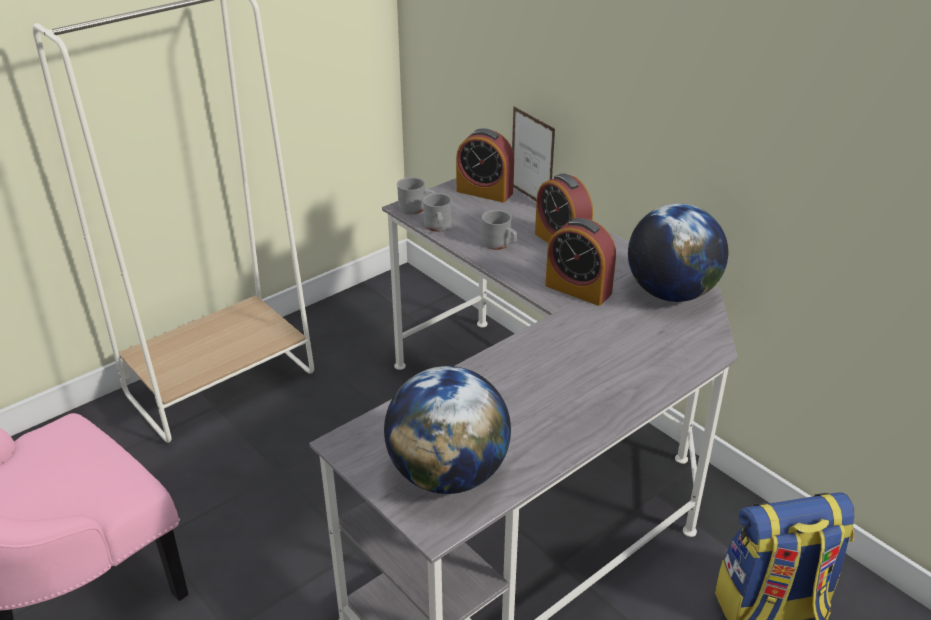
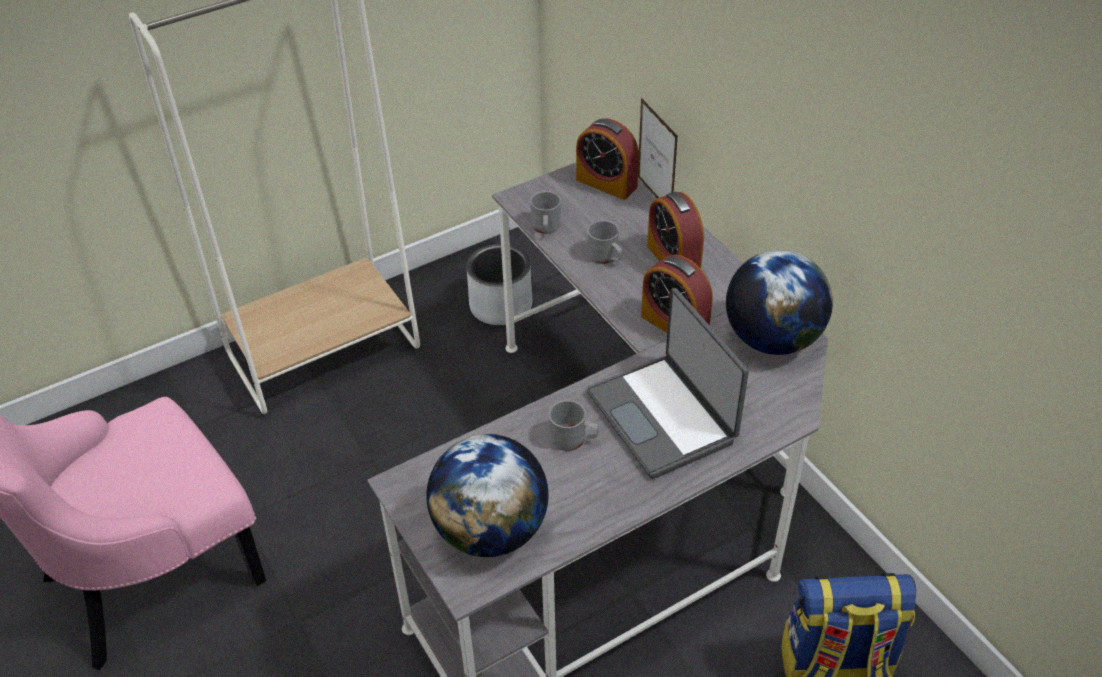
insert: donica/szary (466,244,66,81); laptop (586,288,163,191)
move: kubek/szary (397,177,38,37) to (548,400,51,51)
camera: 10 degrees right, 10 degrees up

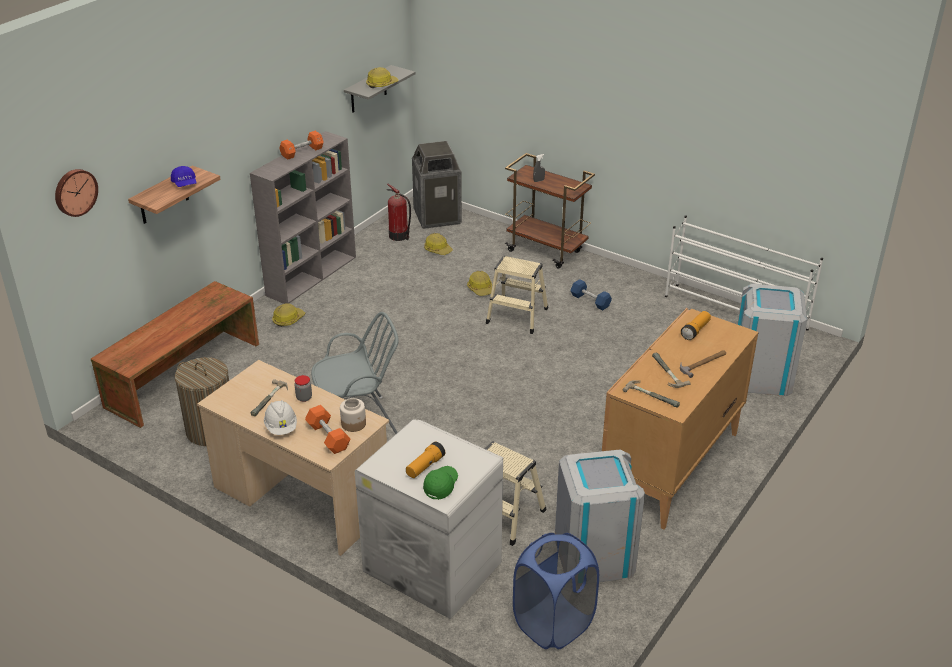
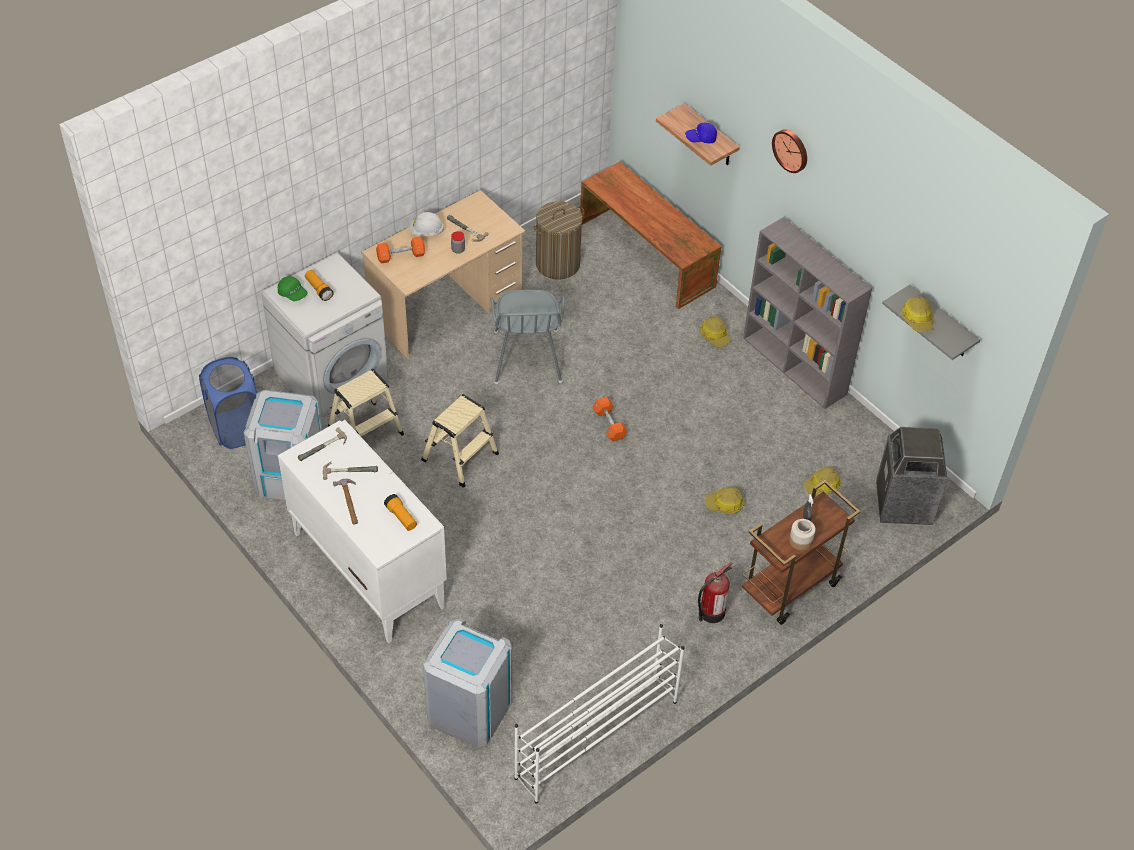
delete: hantel/niebieski (571,279,41,31)
move: drabinka/beżowy (486,255,62,79) to (421,394,78,94); hantel/pomarańczowy (279,131,45,29) to (592,397,36,45); gaśnica (387,183,24,58) to (698,562,34,61); zegar ścienny (55,169,43,48) to (772,129,35,44); słoik (340,398,26,34) to (789,519,27,31)
recolor: szafka/brązowy (602,308,157,221) to szafka/biały (278,419,169,225)
camera: 105 degrees right, 15 degrees up

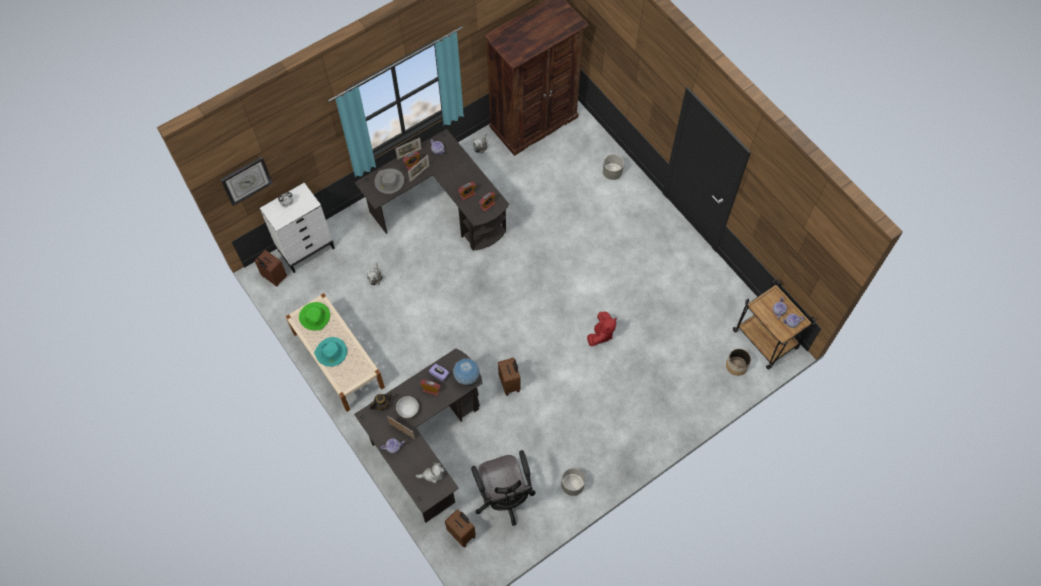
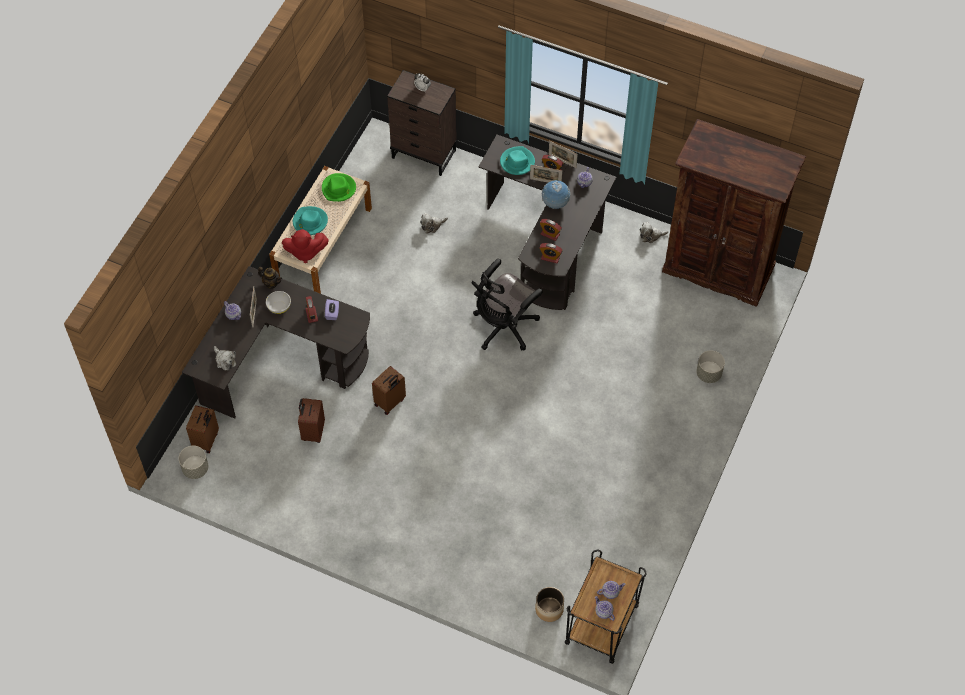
delete: zegar ścienny (220,157,53,49)
move: donica/szary (561,468,24,28) to (179,445,29,34); pluszak/czerwony (587,312,29,34) to (282,229,47,34); walizka/brązowy (254,250,33,37) to (298,398,27,45); krzesło biurowe (471,450,64,76) to (472,259,71,92); globus (453,358,26,27) to (541,180,29,29)
recolor: komoda/biały (259,182,76,91) to komoda/brązowy (387,70,70,106); kapelusz/szary (374,168,30,26) to kapelusz/turkusowy (500,146,35,29)
camera: 60 degrees right, 5 degrees down

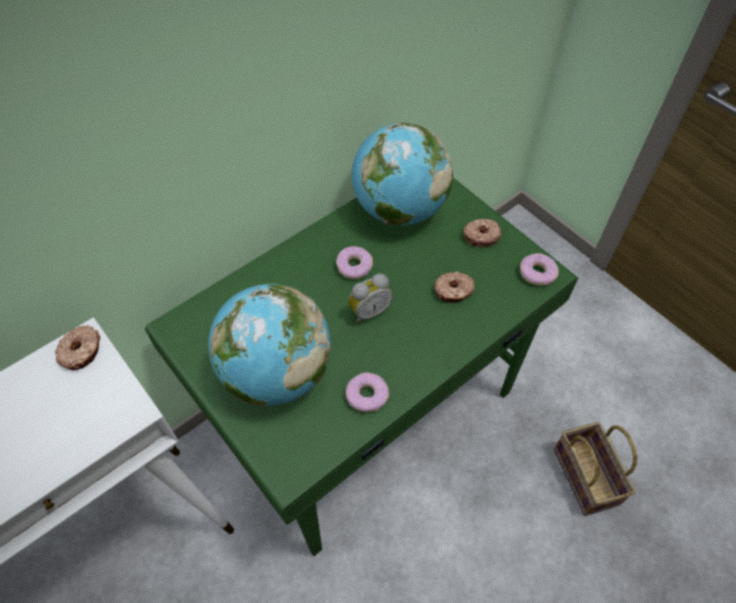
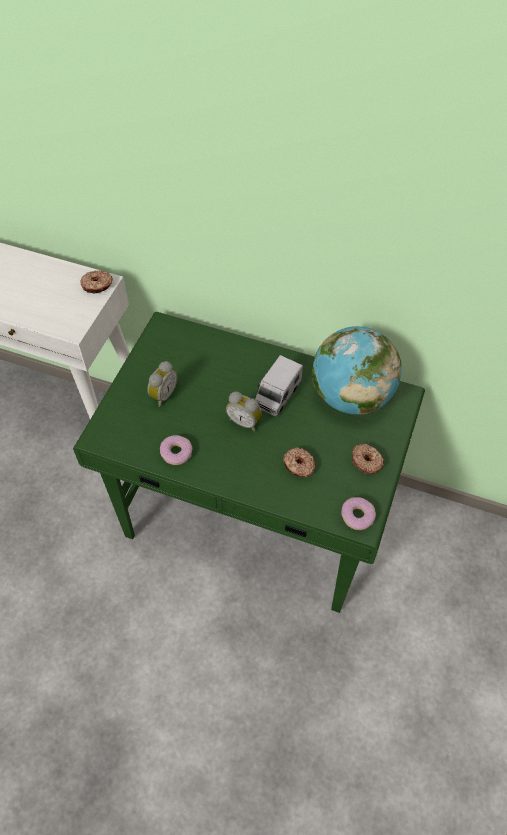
delete: koszyk (554,422,83,94)
replace: globus (208,284,123,122) to budzik (147,361,31,46); donut (336,246,37,33) to ciężarówka zabawkowa (255,355,48,61)
camera: 60 degrees right, 0 degrees up

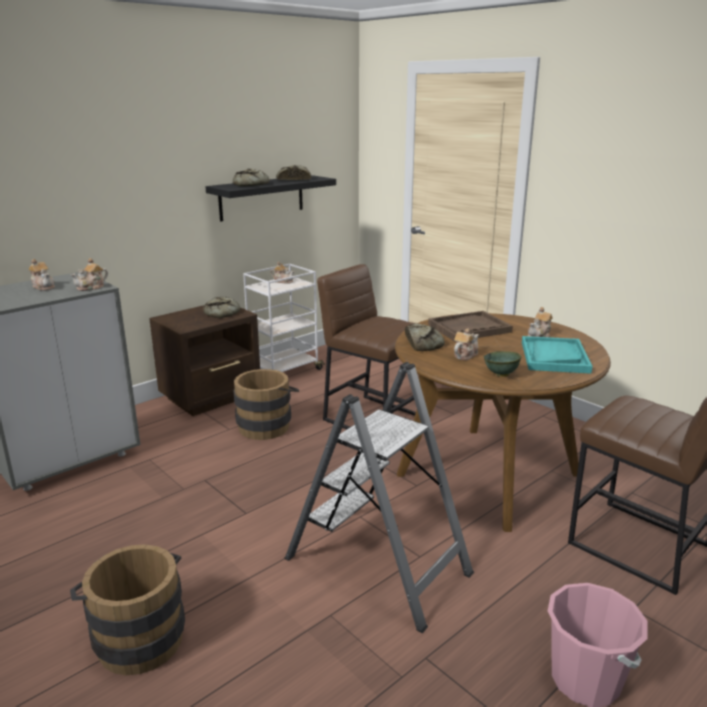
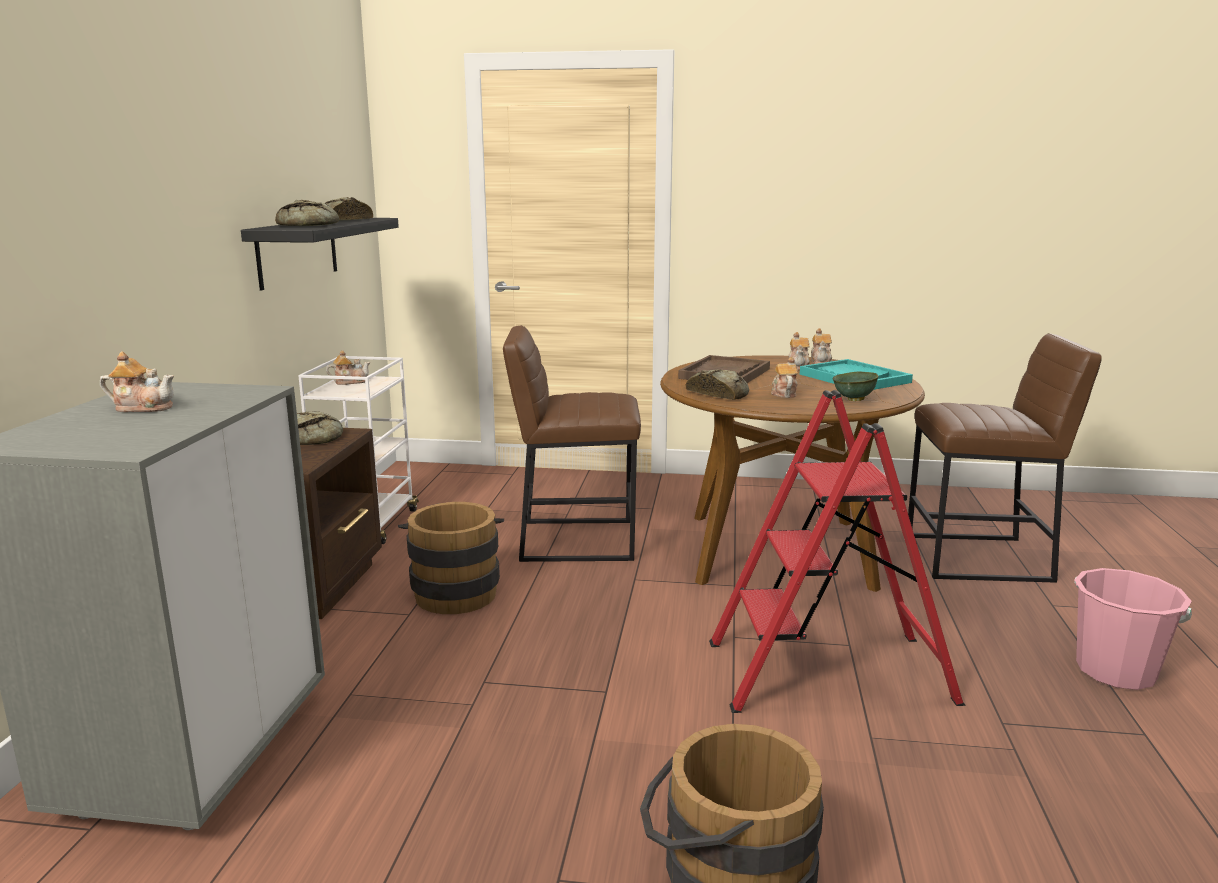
move: imbryk (71,258,37,33) to (811,328,21,36)
recolor: drabinka/szary (284,362,190,271) to drabinka/czerwony (709,390,256,323)
camera: 40 degrees left, 5 degrees down

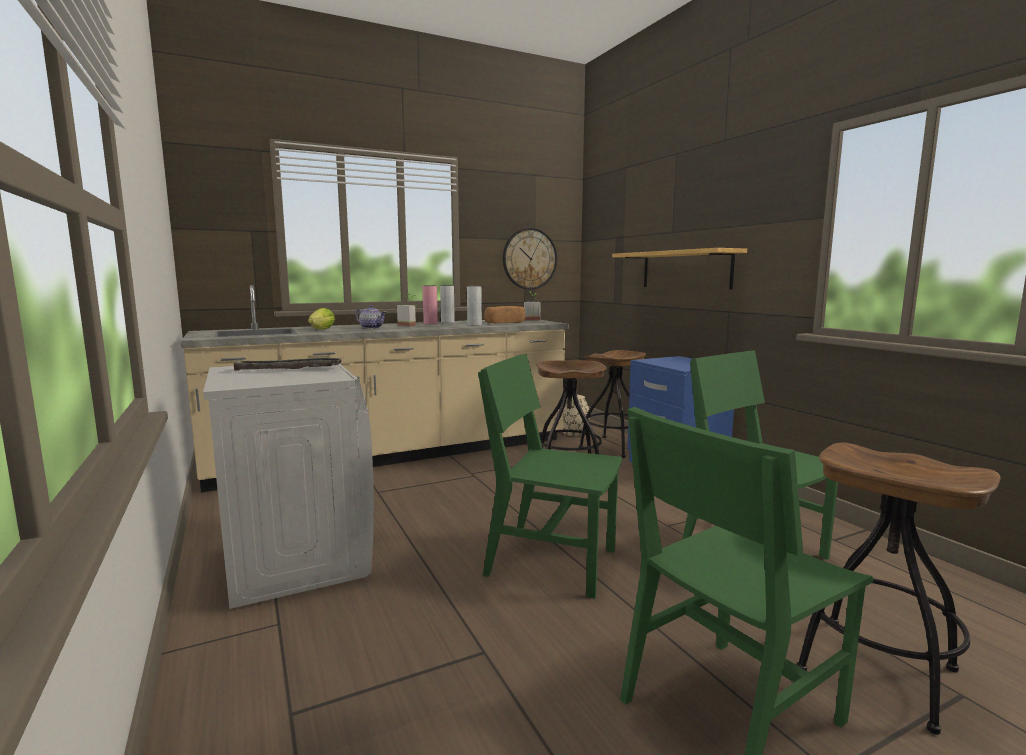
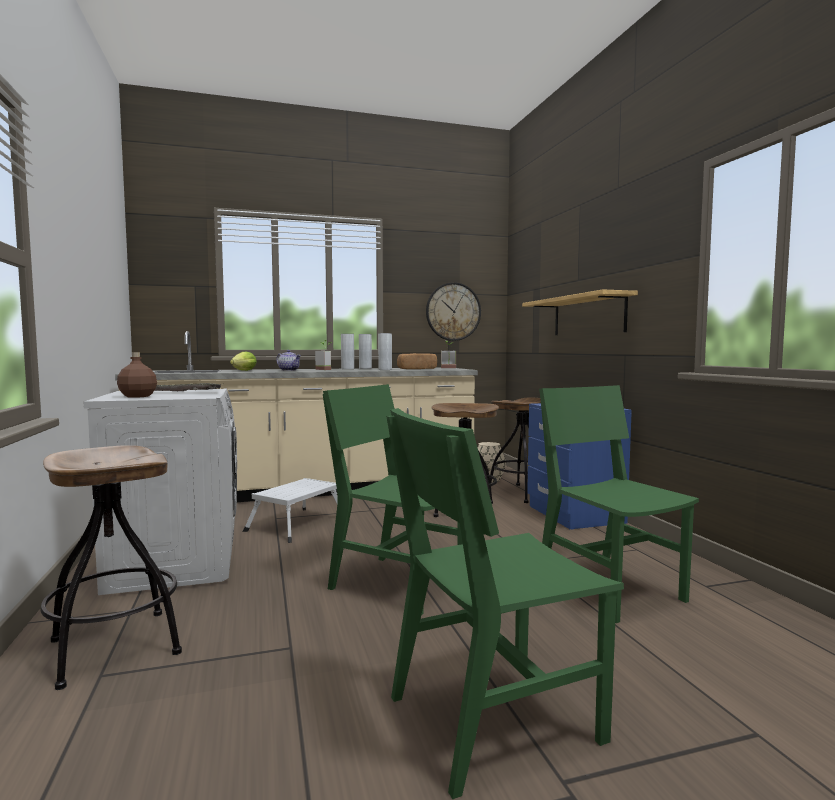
insert: butelka/brązowy (117,352,40,46); drabinka/biały (242,478,96,65)
move: stołek/brązowy (796,443,205,292) to (40,445,142,245)
recolor: wazon/różowy (423,286,15,38) to wazon/szary (341,334,13,35)
camera: 10 degrees right, 5 degrees down

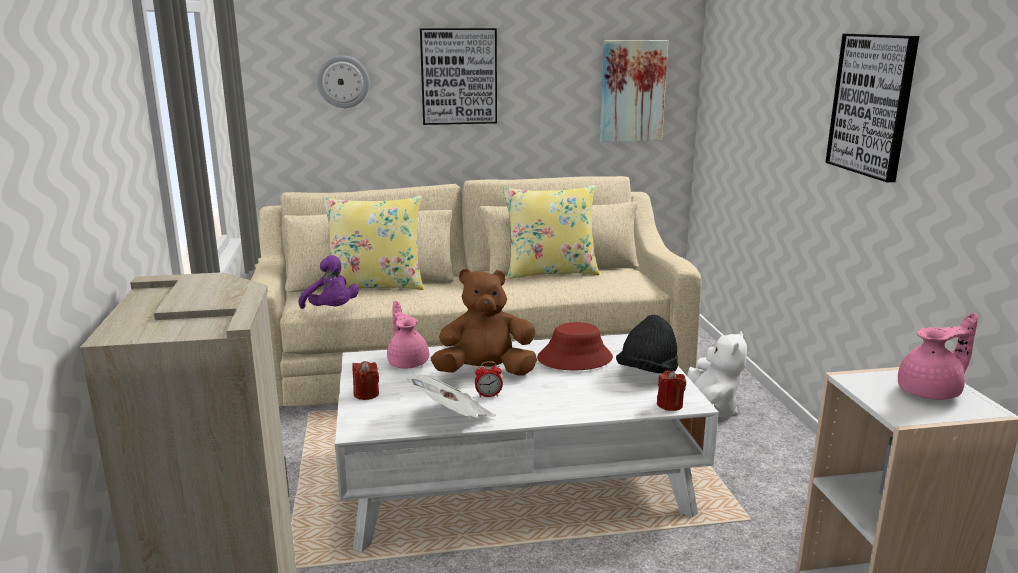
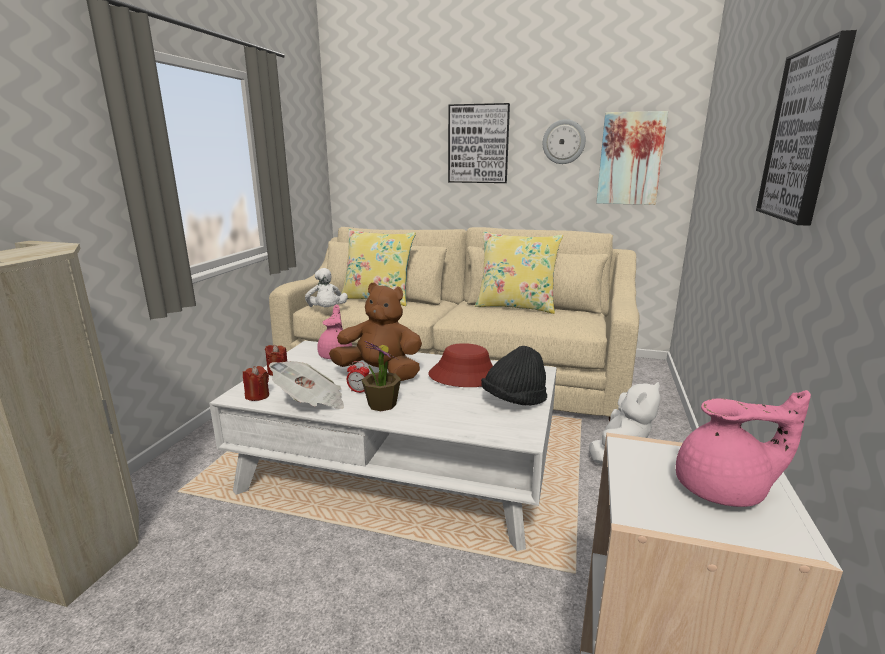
insert: roślina doniczkowa (362,341,39,70)
move: świeca/czerwony (657,371,29,40) to (243,366,26,35); zegar ścienny (317,55,52,53) to (543,119,43,45)
recolor: pluszak/fioletowy (299,255,60,54) to pluszak/biały (305,268,43,39)
camera: 25 degrees right, 0 degrees up

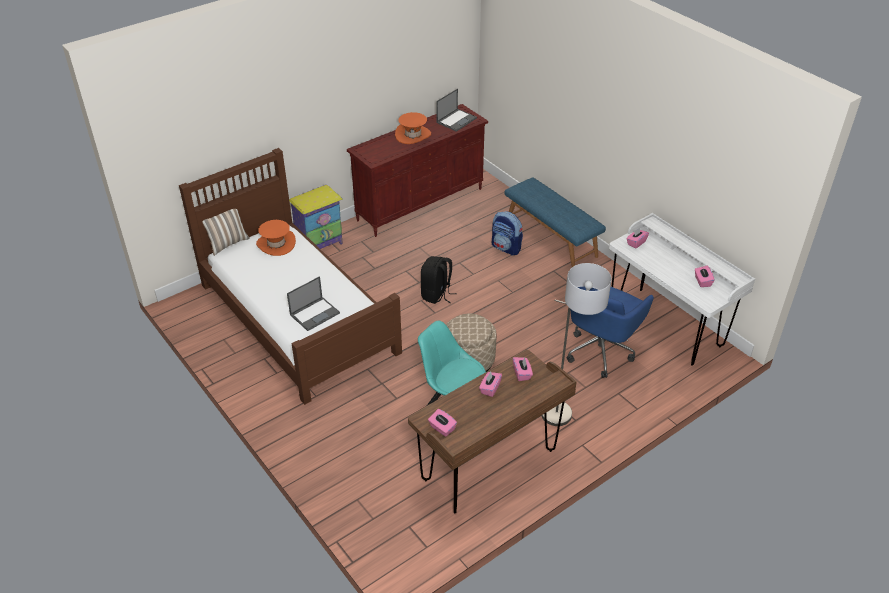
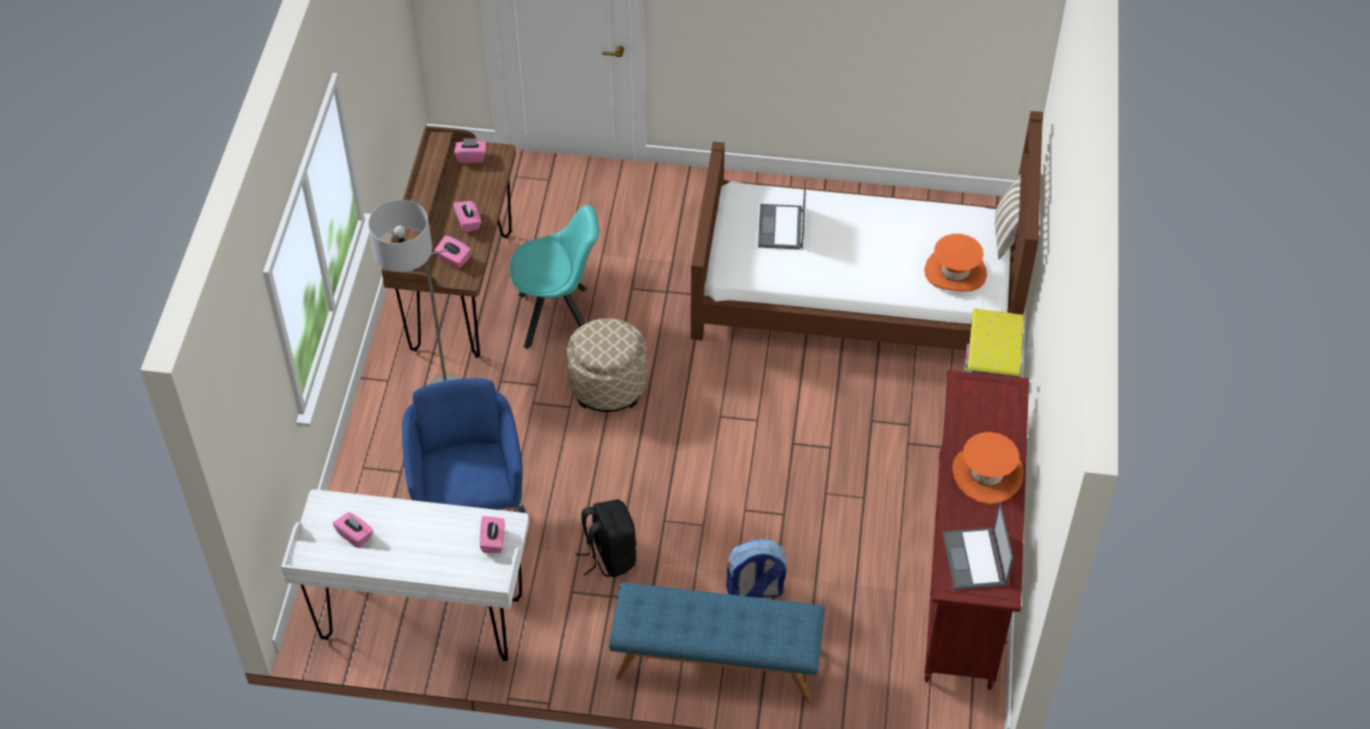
move: plecak/czarny (421,256,36,48) to (576,499,60,78)
camera: 135 degrees right, 10 degrees up

